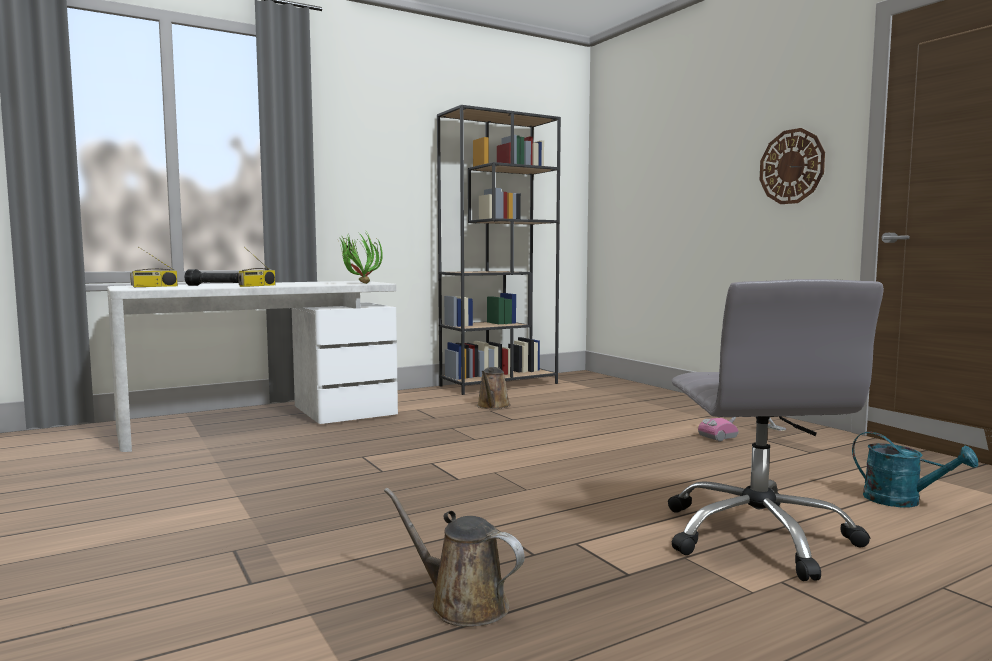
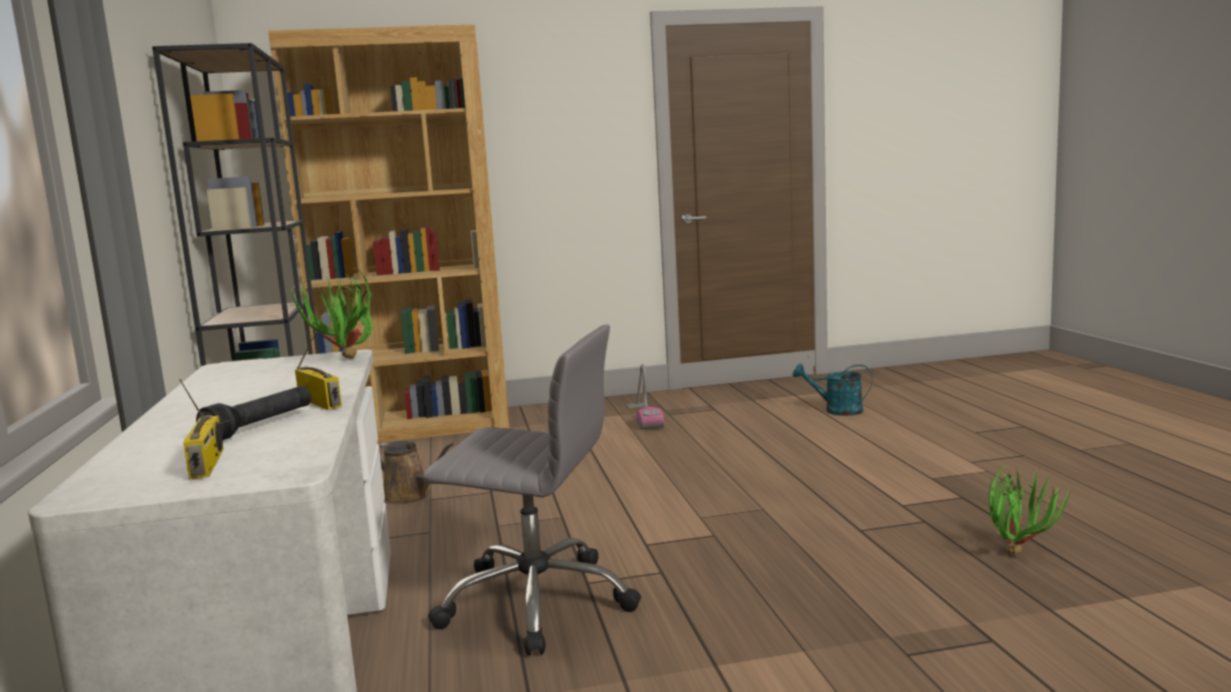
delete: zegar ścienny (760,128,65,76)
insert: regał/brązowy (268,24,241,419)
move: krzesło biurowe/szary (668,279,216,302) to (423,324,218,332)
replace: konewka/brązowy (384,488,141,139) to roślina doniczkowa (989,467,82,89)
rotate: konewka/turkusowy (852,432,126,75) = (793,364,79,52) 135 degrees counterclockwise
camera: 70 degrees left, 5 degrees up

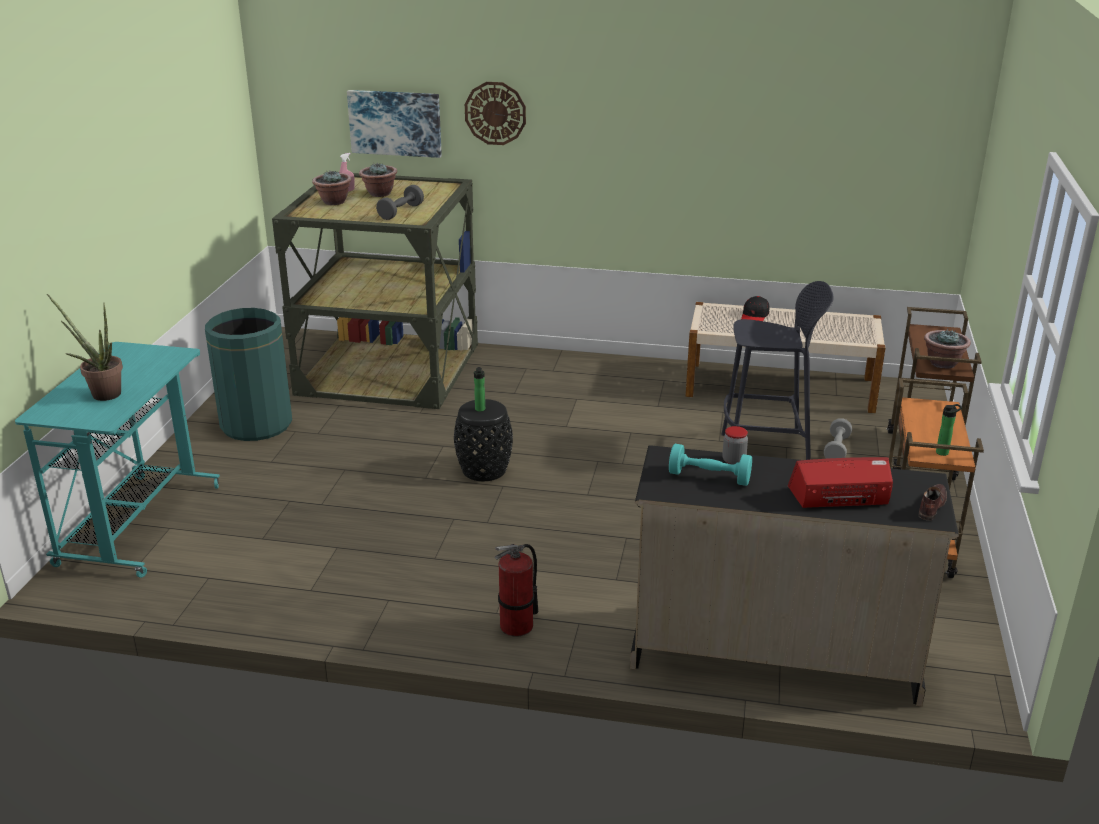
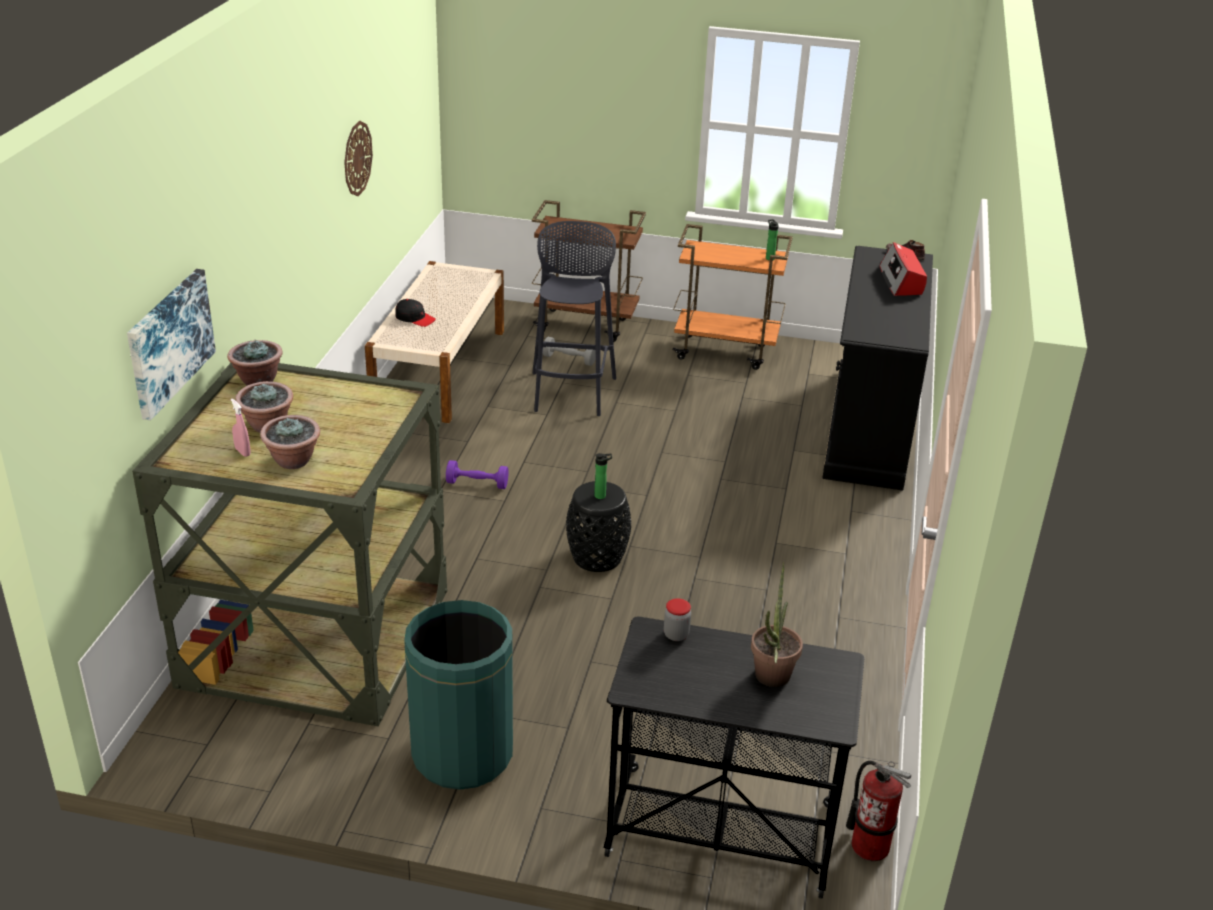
delete: hantel/szary (376,185,48,35); hantel/turkusowy (669,444,83,42)
insert: hantel/fioletowy (446,460,63,29)
move: roślina doniczkowa (924,329,47,39) to (227,339,56,47); zegar ścienny (465,82,61,63) to (344,121,29,75); słoik (722,426,26,39) to (664,598,27,43); gaśnica (494,544,44,93) to (846,761,65,100)
recolor: biurko/turkusowy (15,342,205,236) to biurko/czarny (604,616,260,283)
camera: 90 degrees left, 5 degrees up

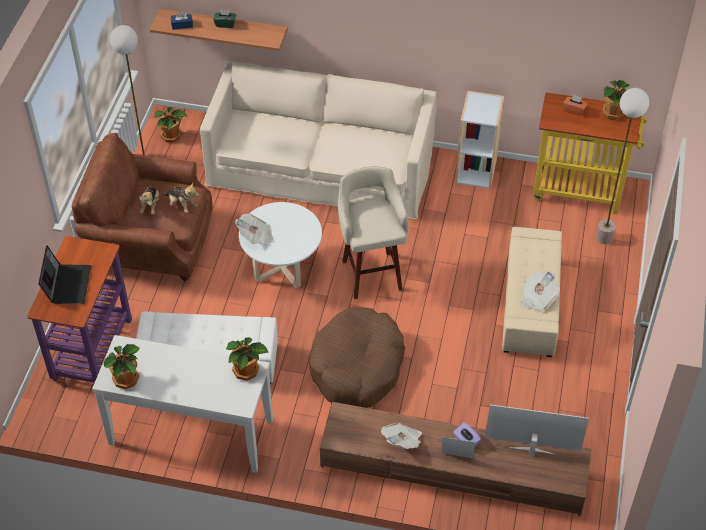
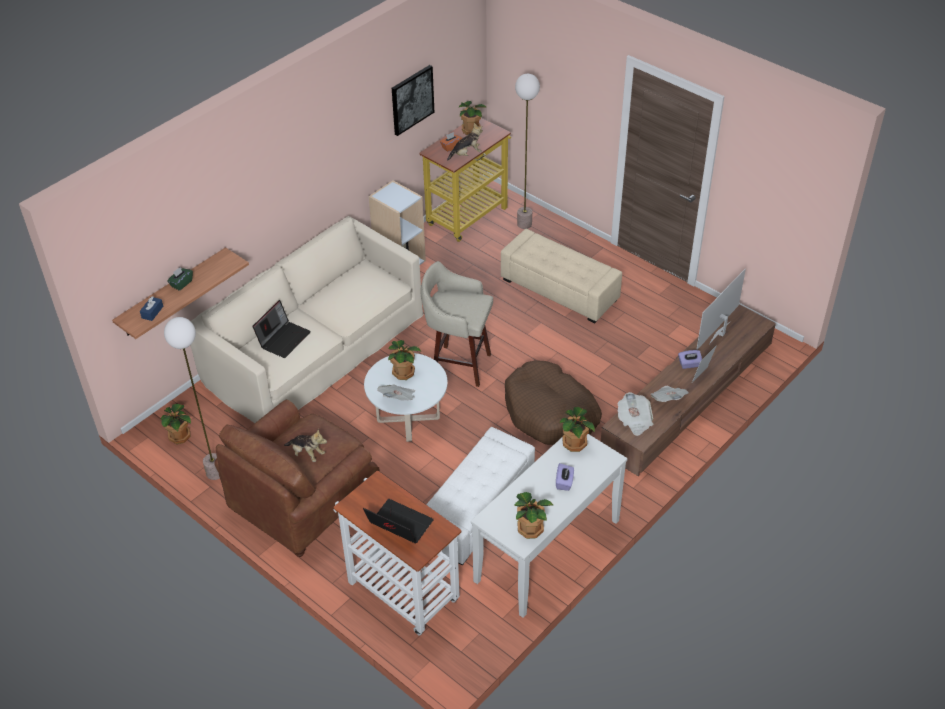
insert: laptop (252,300,59,58); roślina doniczkowa (388,340,34,40); obraz (392,65,42,71); pudełko chusteczek/fioletowy (556,463,18,28)
move: pluszak (163,183,36,30) to (447,123,36,38); gazeta (520,271,40,41) to (618,392,36,44)
recolor: wózek/fioletowy (27,236,105,147) to wózek/biały (334,471,127,165)
camera: 60 degrees left, 5 degrees down

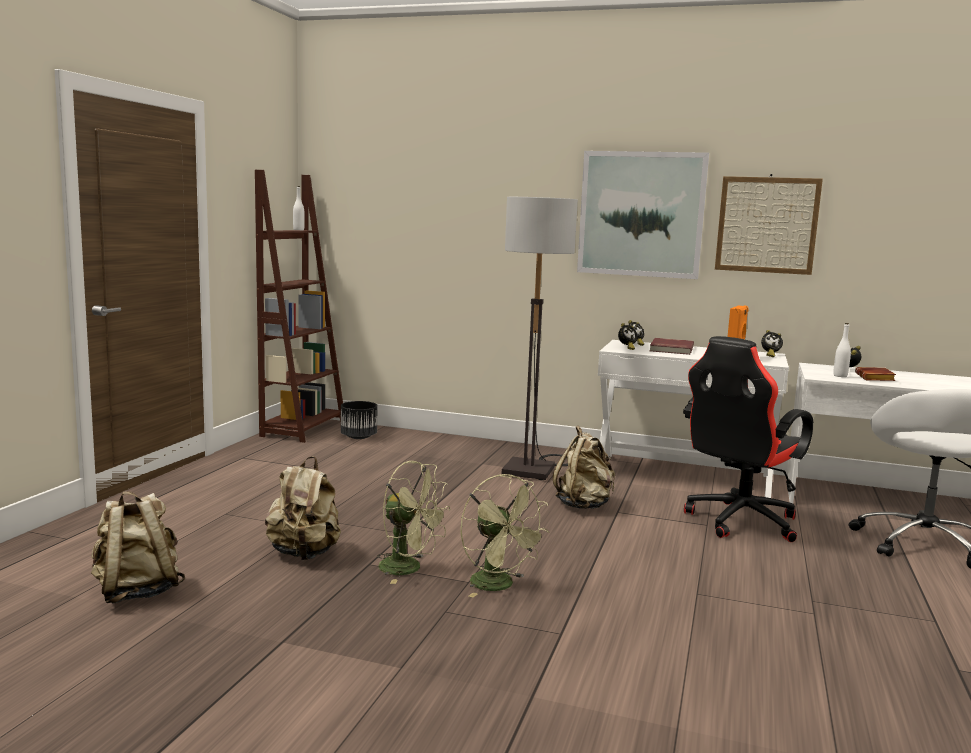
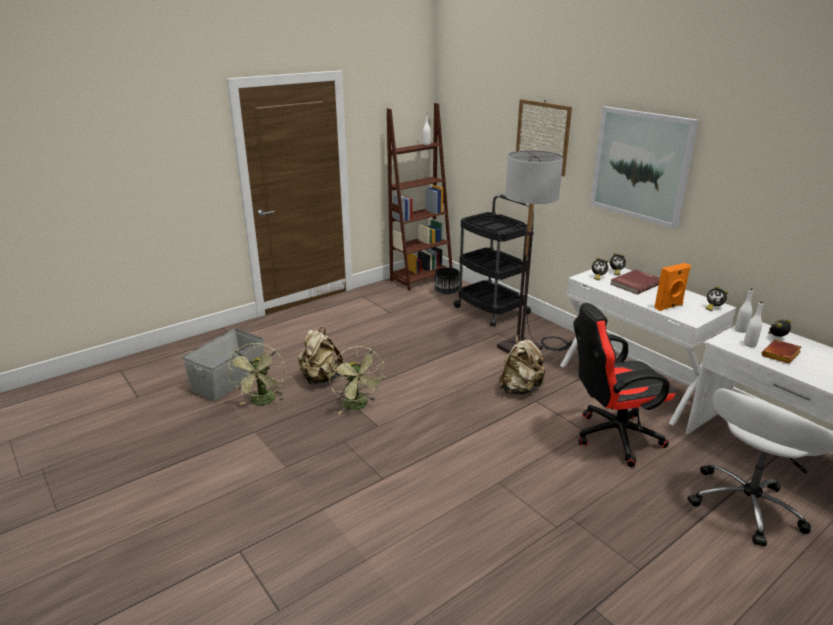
insert: wózek/czarny (453,194,81,133); butelka/biały (735,288,18,45)
move: wentylator/zielony (460,474,89,124) to (227,343,59,62); obraz (715,174,108,101) to (516,99,56,78)
replace: plecak/beżowy (91,491,94,112) to pojemnik do przechowywania/szary (182,328,82,73)
camera: 35 degrees right, 15 degrees up

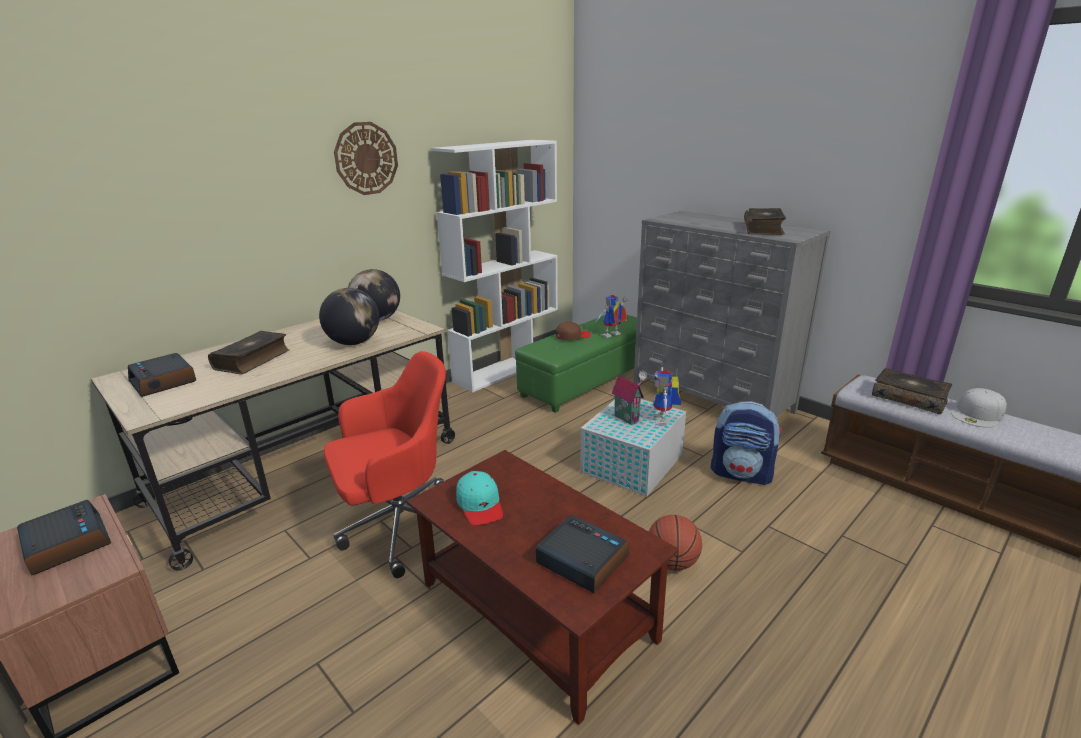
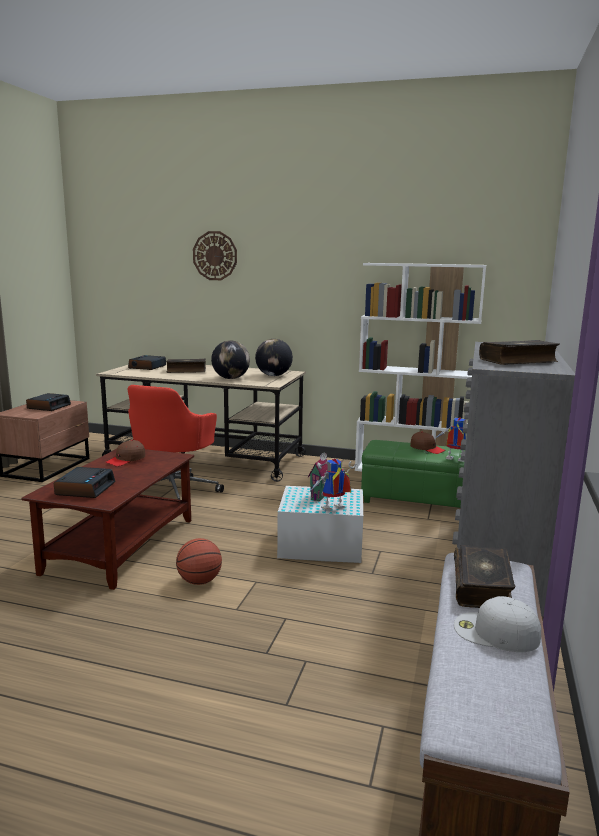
delete: plecak (711,401,71,84)
move: zegar ścienny (334,122,64,73) to (193,231,44,49)
recolor: czapka z daszkiem/turkusowy (456,471,47,55) to czapka z daszkiem/brązowy (105,440,41,26)
rotate: krzesło biurowe/czerwony (324,351,122,227) = (127,385,97,115) 75 degrees clockwise
camera: 60 degrees right, 10 degrees down

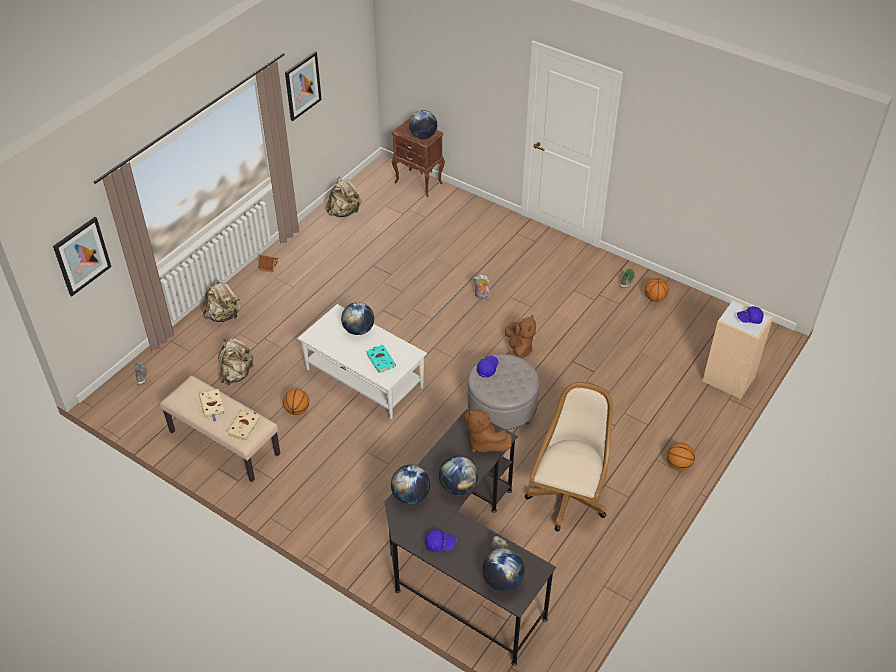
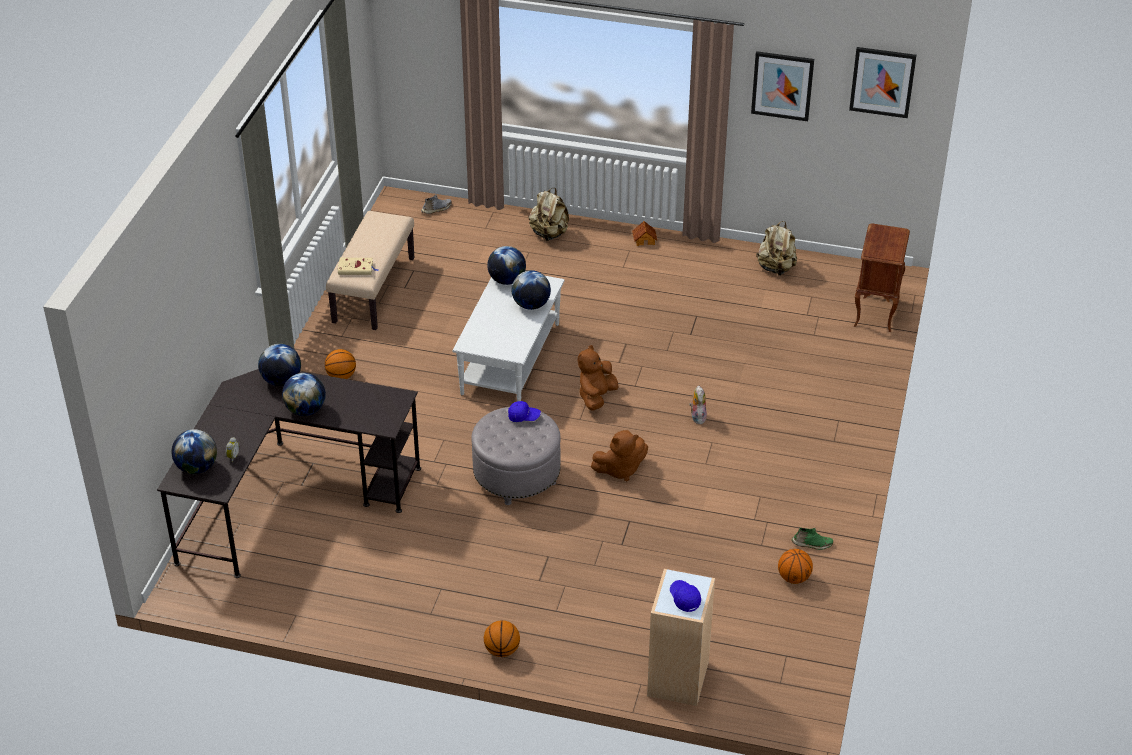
delete: książka/beżowy (199,389,26,32); plecak/beżowy (218,338,36,47); książka/turkusowy (366,345,30,28); czapka z daszkiem/niebieski (425,530,32,22); krzesło biurowe (525,382,88,149)
move: piłka do koszykówki (283,389,26,26) to (325,349,31,30); globus (409,110,28,29) to (487,246,39,39); pluszak/brązowy (464,409,48,43) to (578,345,40,66); obraz (53,217,58,79) to (849,47,68,71)
camera: 70 degrees right, 5 degrees down

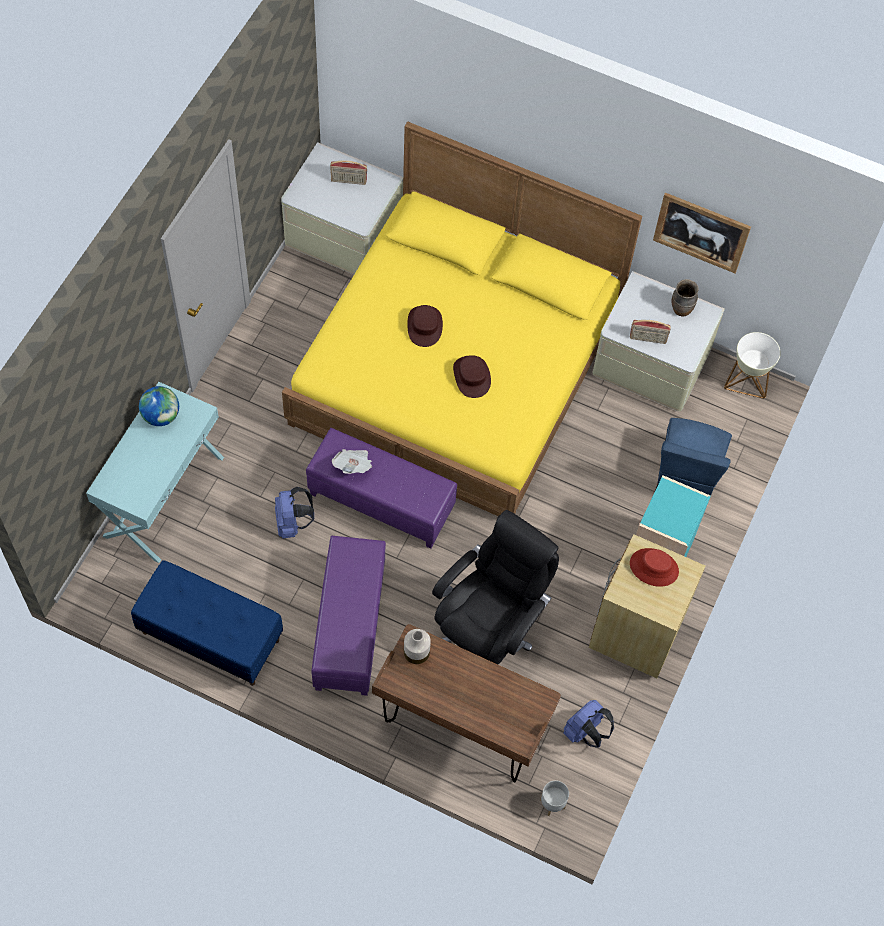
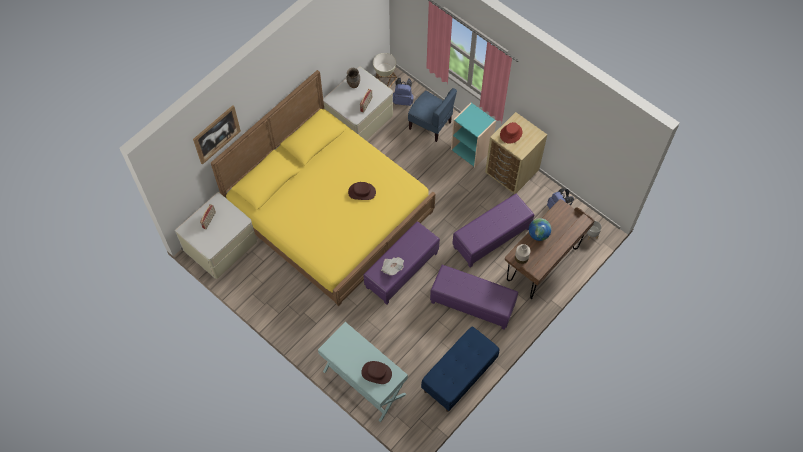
move: obraz (653,192,98,81) to (193,105,48,60); kapelusz/brązowy (408,305,35,42) to (361,361,31,23); plecak/niebieski (275,487,39,52) to (393,78,21,28); globus (139,386,40,40) to (529,218,22,23)
replace: krzesło biurowe/czarny (432,510,127,154) to pufa/fioletowy (452,194,82,74)
camera: 70 degrees left, 0 degrees up

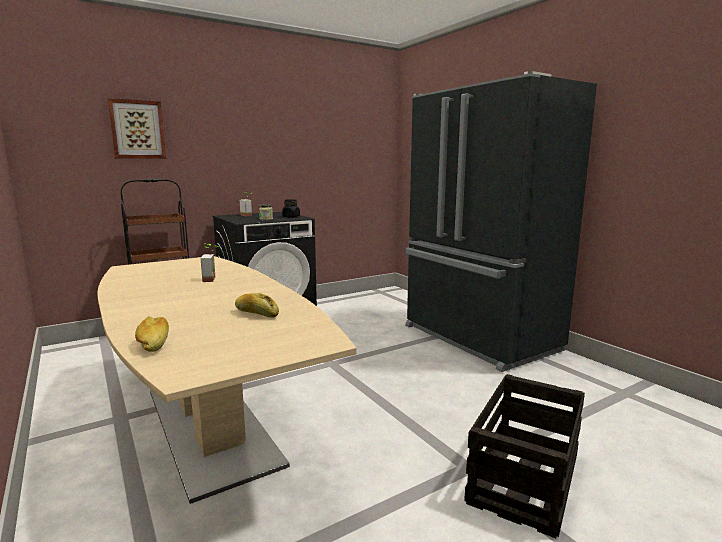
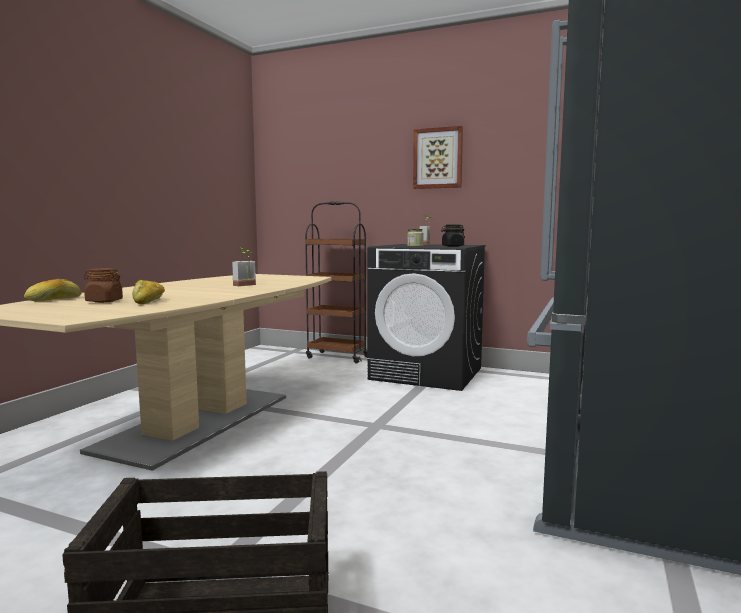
insert: słoik/brązowy (83,268,40,35)
move: obraz (108,98,58,61) to (413,126,50,63)
camera: 55 degrees right, 5 degrees down

